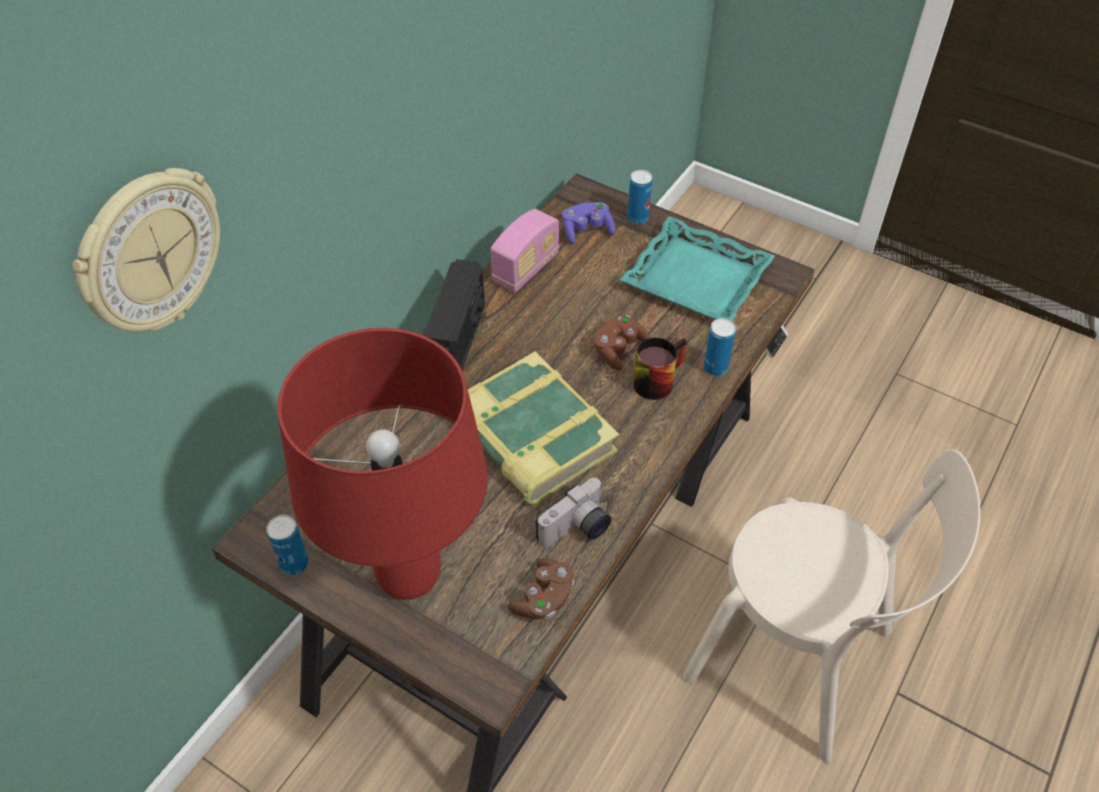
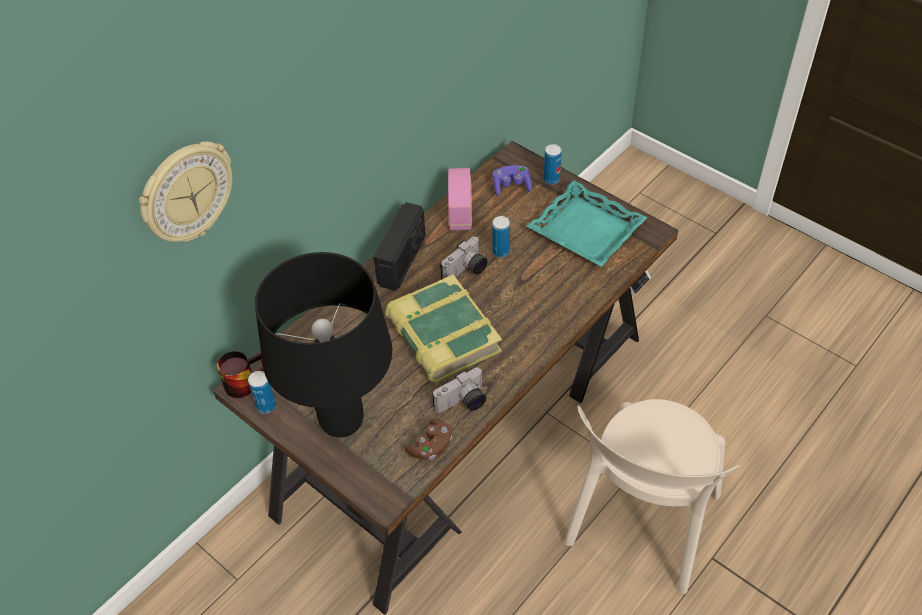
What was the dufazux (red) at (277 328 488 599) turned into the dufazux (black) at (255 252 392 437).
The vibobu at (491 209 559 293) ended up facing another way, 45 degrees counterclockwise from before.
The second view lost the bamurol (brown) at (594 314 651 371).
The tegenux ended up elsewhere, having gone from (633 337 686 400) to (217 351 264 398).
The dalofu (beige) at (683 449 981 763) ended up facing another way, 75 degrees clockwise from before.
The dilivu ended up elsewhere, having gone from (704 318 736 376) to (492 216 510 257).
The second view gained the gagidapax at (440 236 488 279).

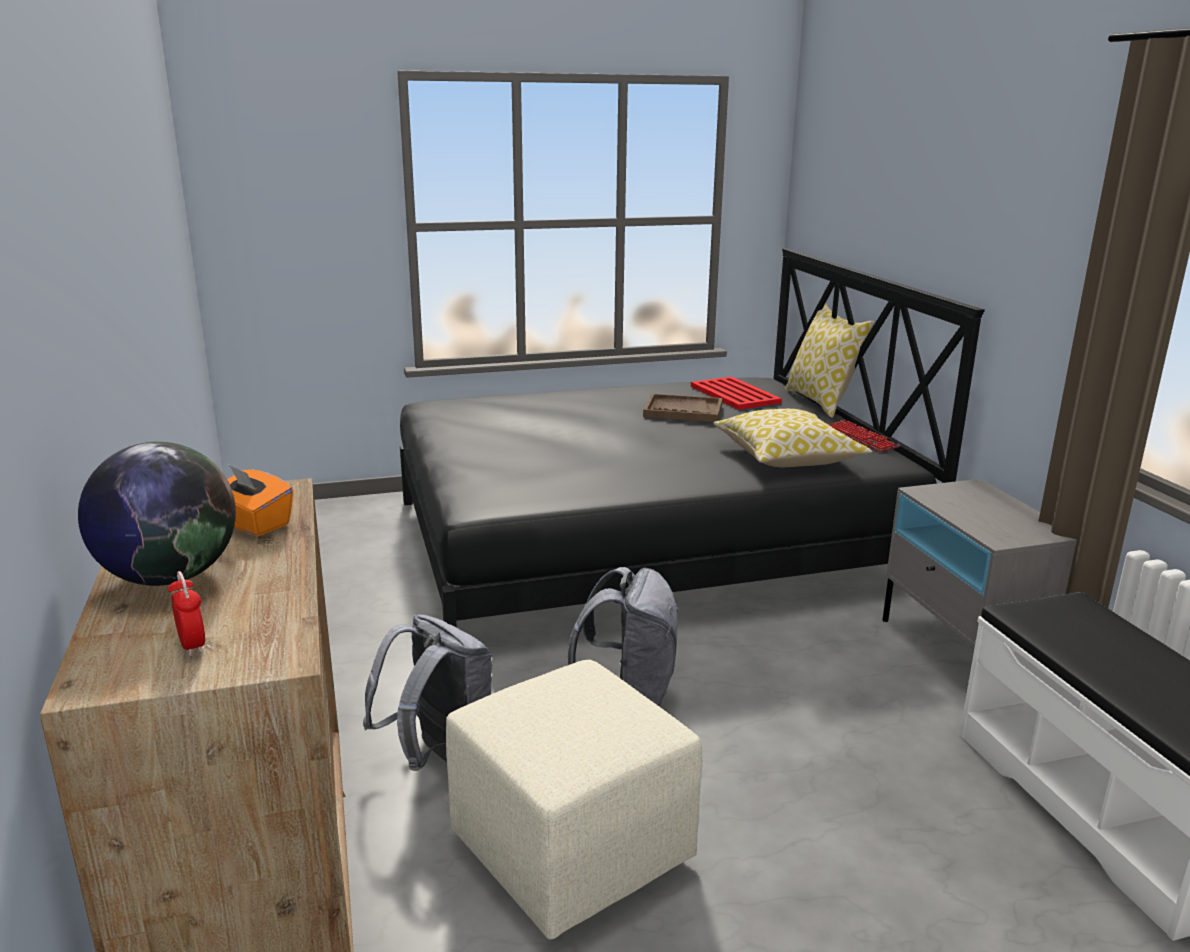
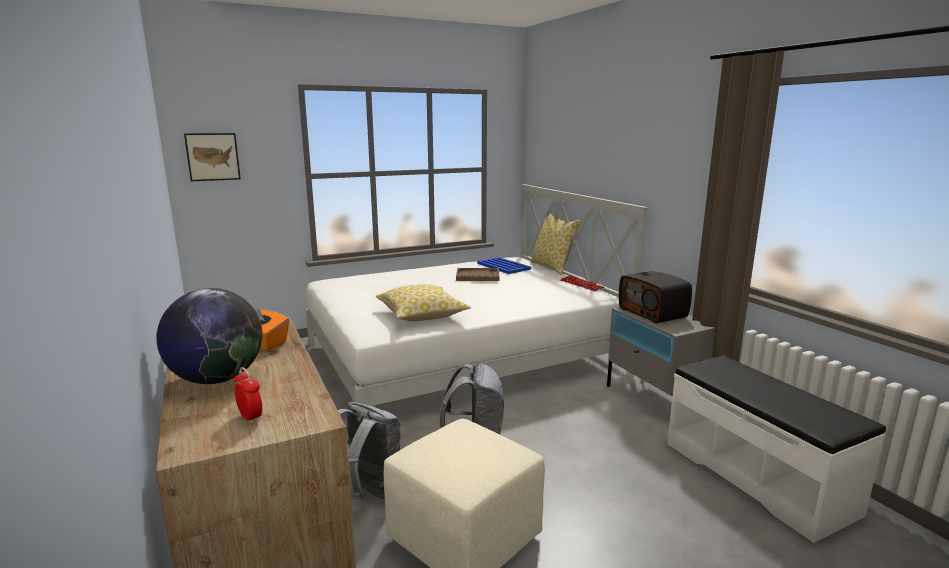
What was the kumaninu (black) at (400 248 985 628) turned into the kumaninu (white) at (306 184 648 406).
What was the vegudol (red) at (691 377 782 410) turned into the vegudol (blue) at (477 257 531 274).
The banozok ended up elsewhere, having gone from (713 409 872 467) to (375 284 471 321).
The second view gained the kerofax at (184 133 241 181).
The second view gained the vibobu at (619 271 692 323).

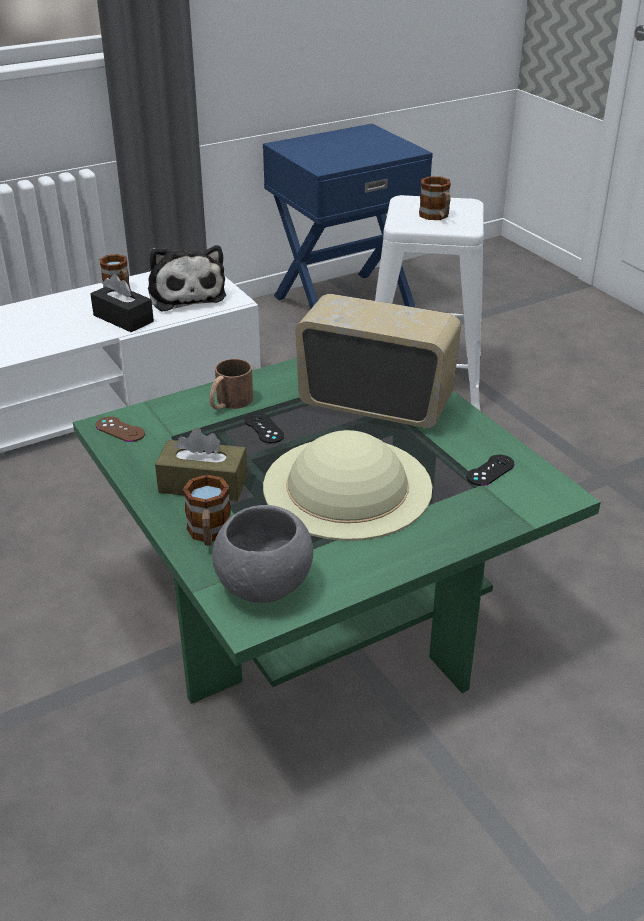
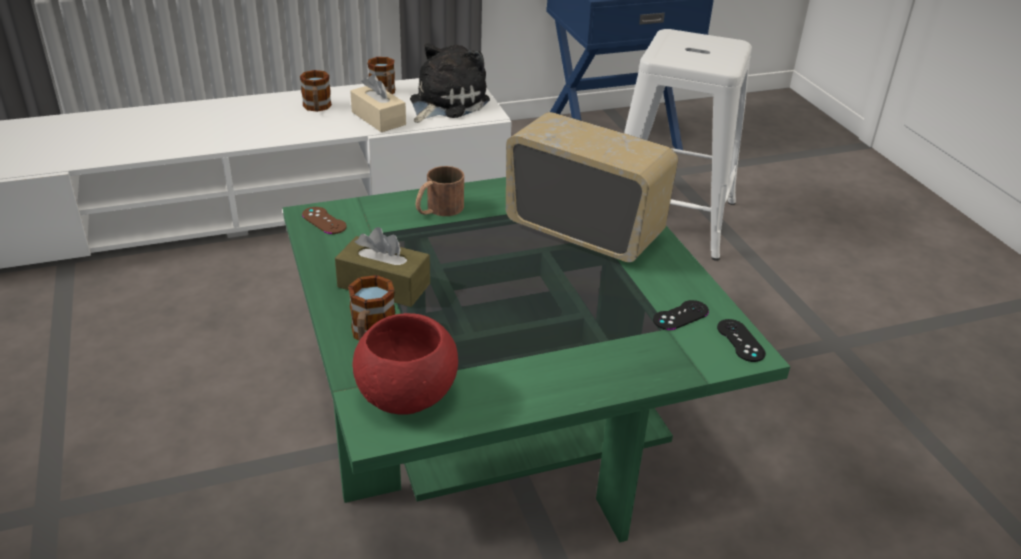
What was the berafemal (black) at (90 274 154 332) turned into the berafemal (beige) at (350 74 406 132).
The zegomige at (148 245 226 311) ended up facing another way, 135 degrees counterclockwise from before.
What was the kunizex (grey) at (212 505 313 603) turned into the kunizex (red) at (352 313 458 415).
The bamurol (black) ended up elsewhere, having gone from (245 413 284 443) to (717 319 766 362).
The second view lost the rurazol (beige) at (263 430 432 541).
The tegenux ended up elsewhere, having gone from (419 176 451 220) to (300 70 332 112).

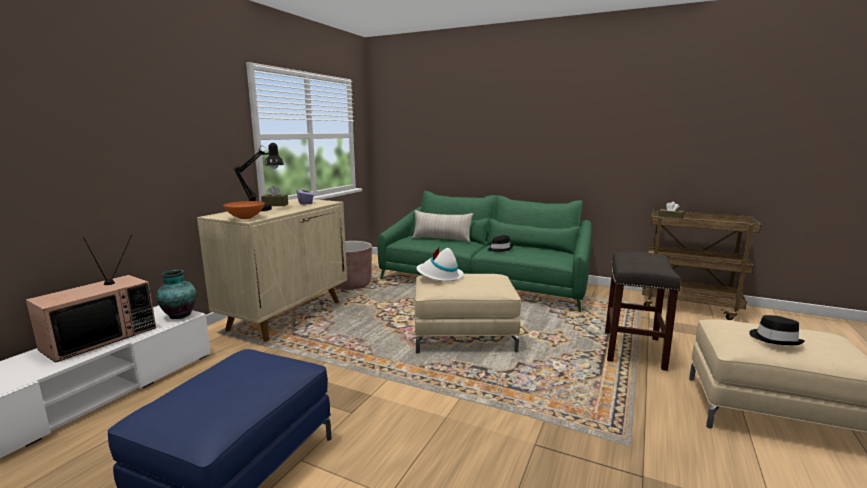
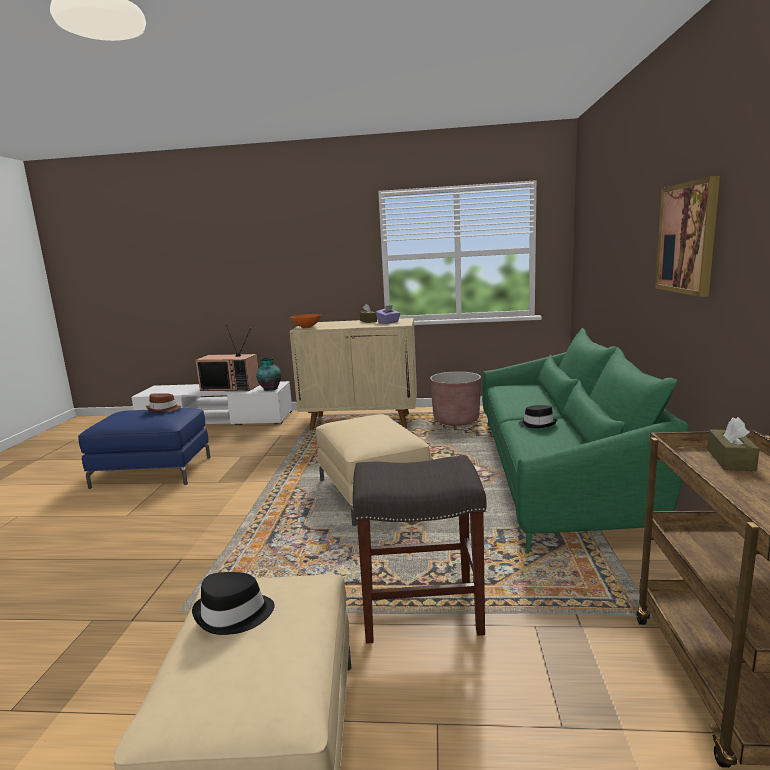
The second view lost the dufazux (black) at (234 143 284 212).
The second view lost the banozok (beige) at (412 210 473 243).
The second view lost the rurazol (white) at (417 248 464 281).
The second view gained the rurazol (brown) at (146 393 181 412).
The second view gained the kerofax at (655 176 720 297).

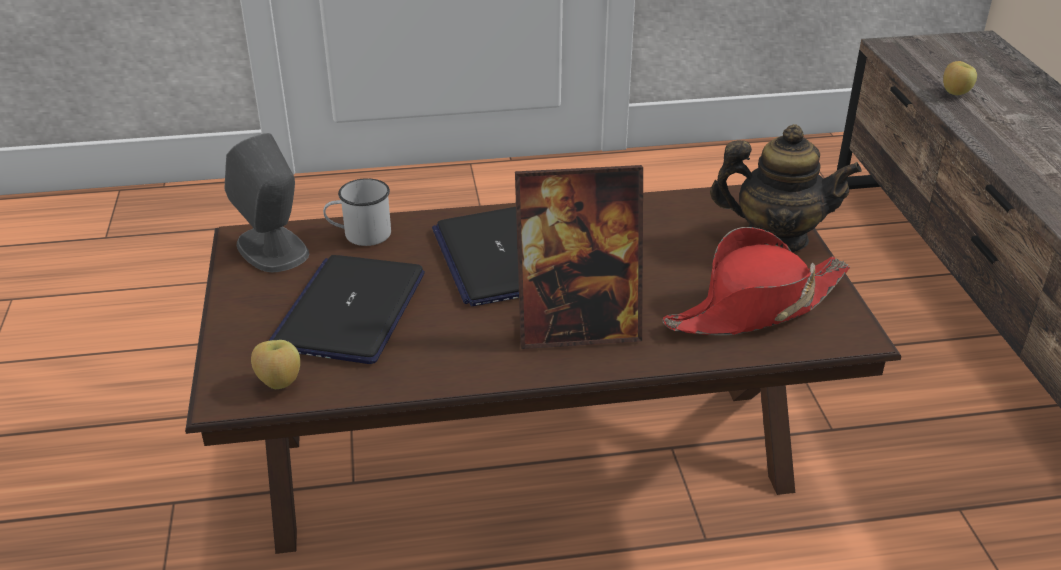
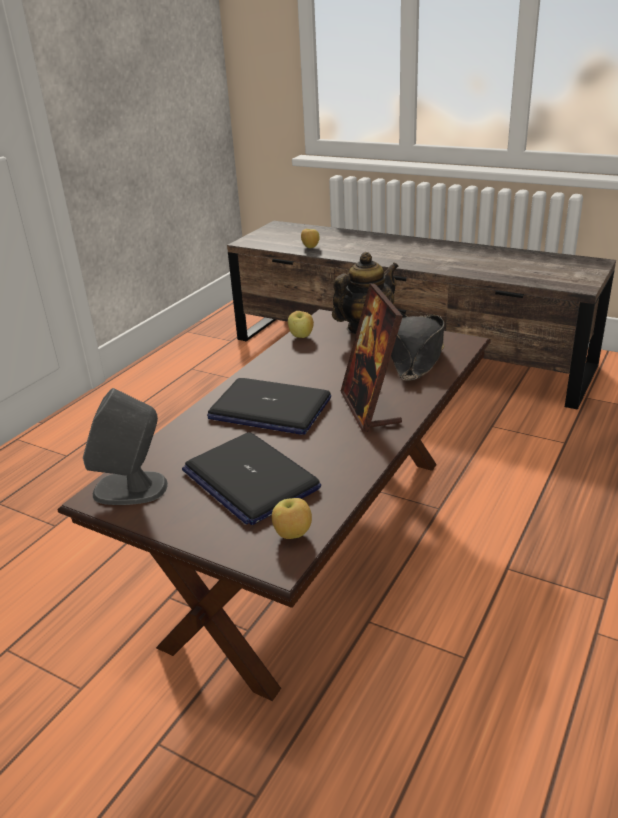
The second view lost the tegenux (white) at (323 178 391 246).
The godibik at (515 165 643 349) ended up facing another way, 135 degrees clockwise from before.
What was the rurazol (red) at (663 227 850 336) turned into the rurazol (black) at (391 311 444 381).
The second view gained the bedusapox at (288 311 314 338).

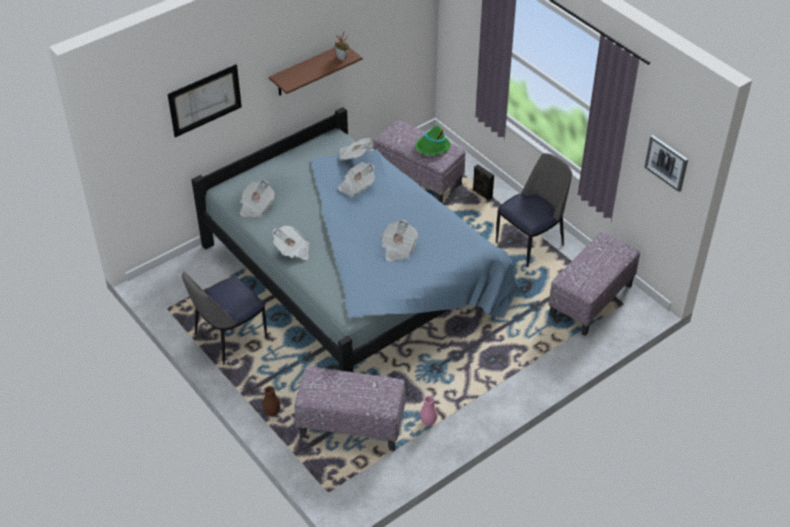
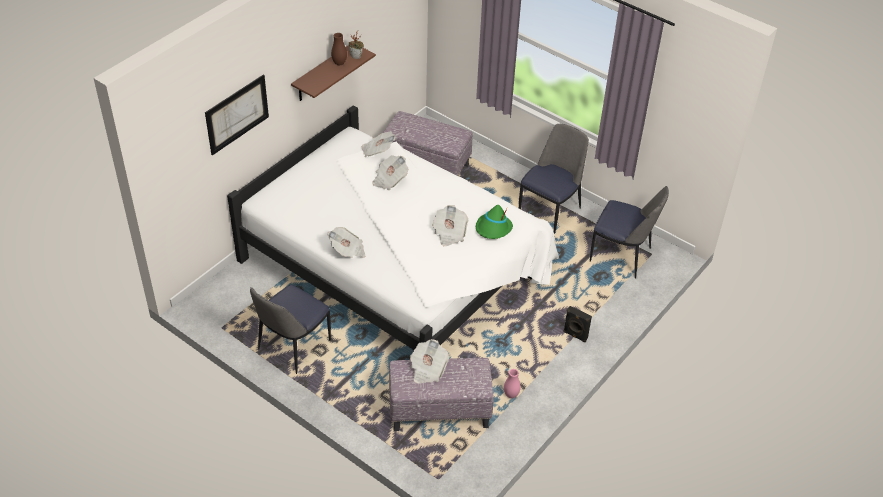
What was the kumaninu (blue) at (192 107 522 372) turned into the kumaninu (white) at (227 106 559 350).
The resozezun ended up elsewhere, having gone from (240 180 275 217) to (410 339 449 384).
The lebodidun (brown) ended up elsewhere, having gone from (263 386 280 416) to (331 33 347 66).
The rurazol (green) ended up elsewhere, having gone from (415 125 451 155) to (476 205 513 239).
The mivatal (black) ended up elsewhere, having gone from (473 165 494 201) to (563 306 592 342).
Where the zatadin stood at (549 232 640 336), the dalofu came to stand at (590 186 669 278).
The second view lost the kerofax at (644 135 688 192).

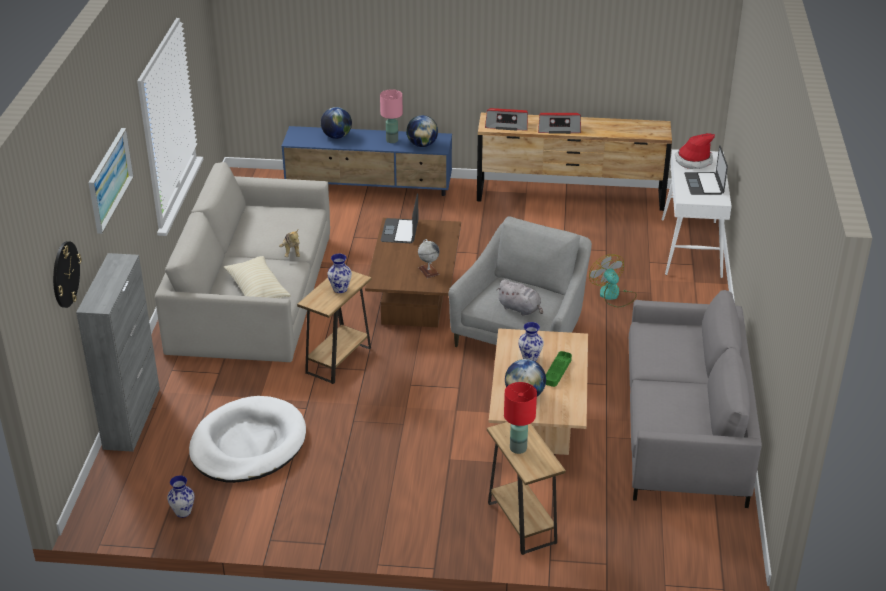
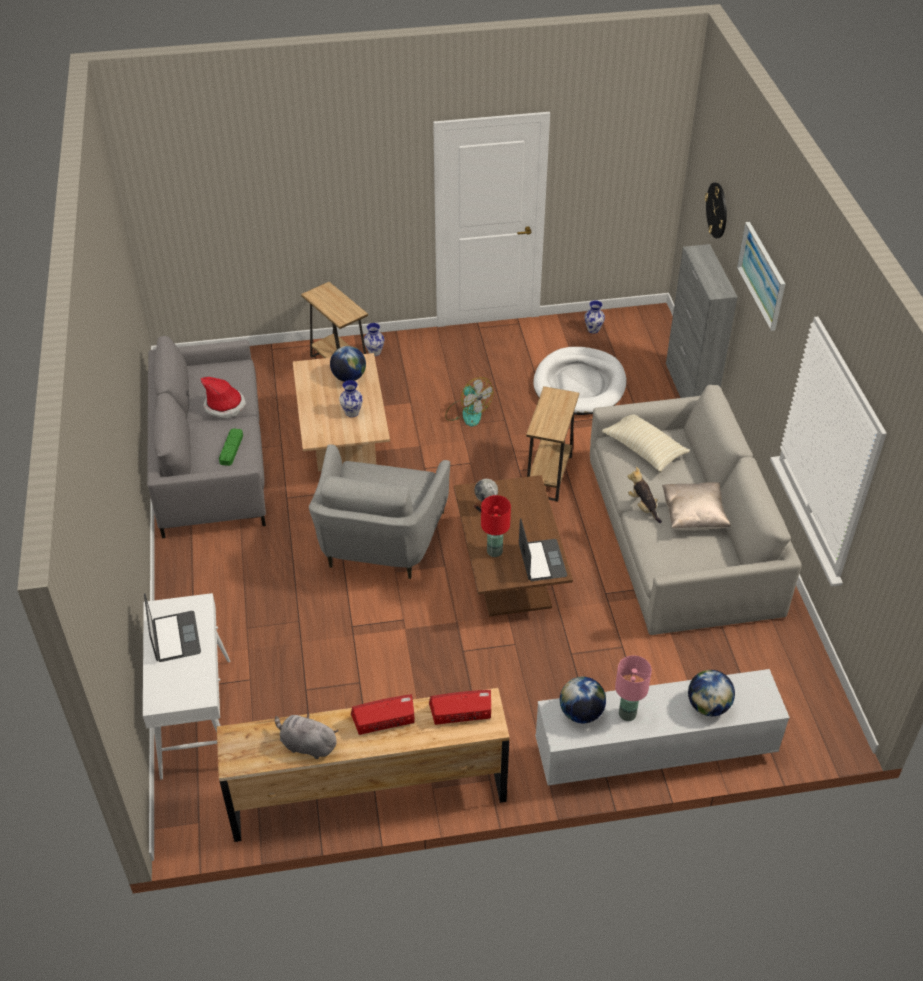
What was the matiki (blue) at (281 126 452 196) turned into the matiki (white) at (535 669 790 785).
The lebodidun ended up elsewhere, having gone from (327 254 352 293) to (364 323 384 356).
The zegomige (grey) ended up elsewhere, having gone from (496 280 543 316) to (275 713 339 759).
The dufazux (red) ended up elsewhere, having gone from (504 382 537 454) to (481 495 511 557).
The vegudol (green) ended up elsewhere, having gone from (546 351 572 387) to (219 428 243 466).
The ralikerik ended up elsewhere, having gone from (589 254 637 307) to (445 377 493 426).
The rurazol ended up elsewhere, having gone from (674 133 715 169) to (201 377 246 419).
The second view gained the banozok (beige) at (662 482 731 531).

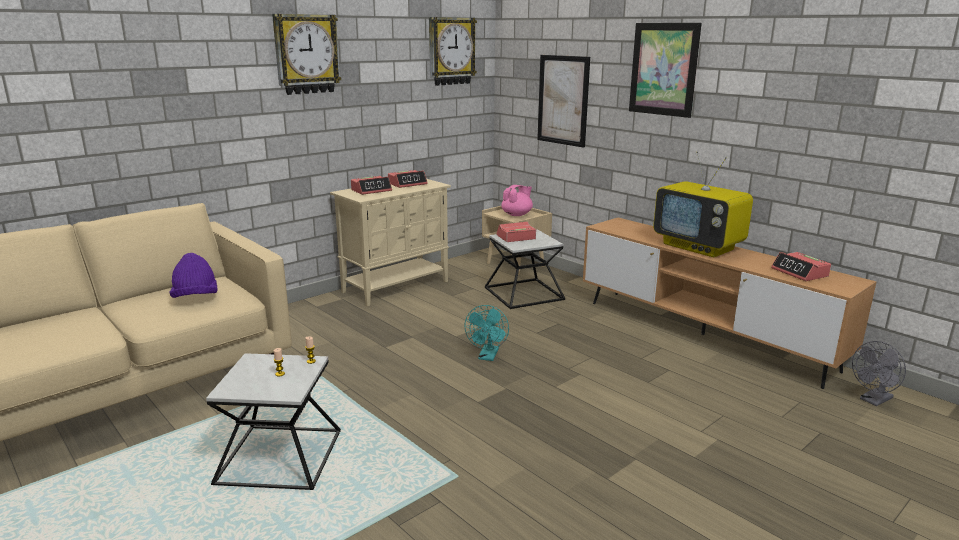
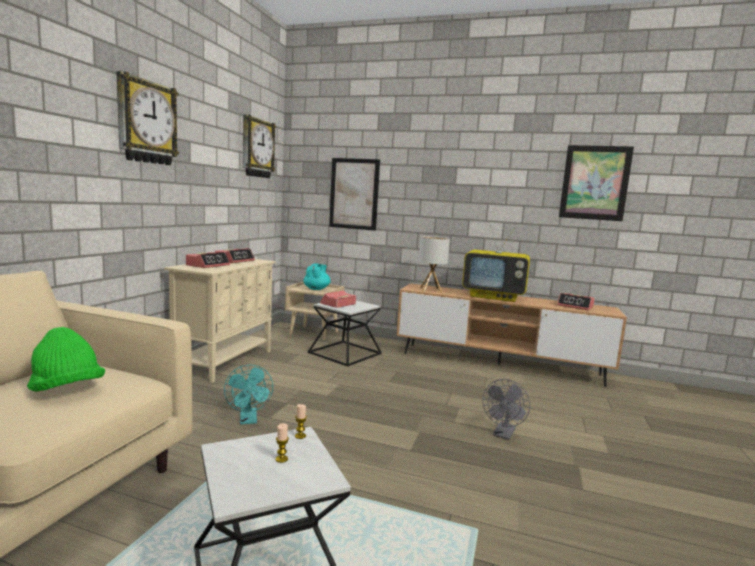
What was the rurazol (purple) at (170 253 218 298) turned into the rurazol (green) at (27 327 105 391).
The ralikerik (turquoise) ended up elsewhere, having gone from (464 305 509 361) to (224 365 273 424).
What was the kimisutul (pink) at (501 185 533 216) turned into the kimisutul (turquoise) at (303 264 331 290).
The kerofax ended up elsewhere, having gone from (629 23 702 118) to (559 145 634 221).
The ralikerik (grey) ended up elsewhere, having gone from (852 341 906 406) to (482 379 530 440).
The second view gained the dufazux at (419 236 450 292).

